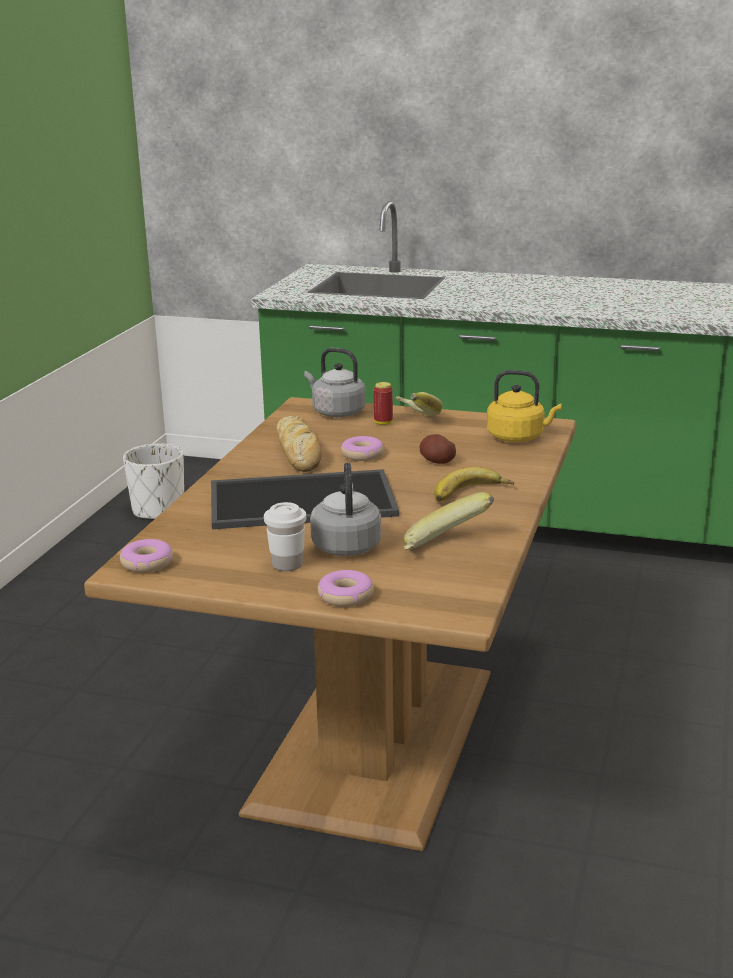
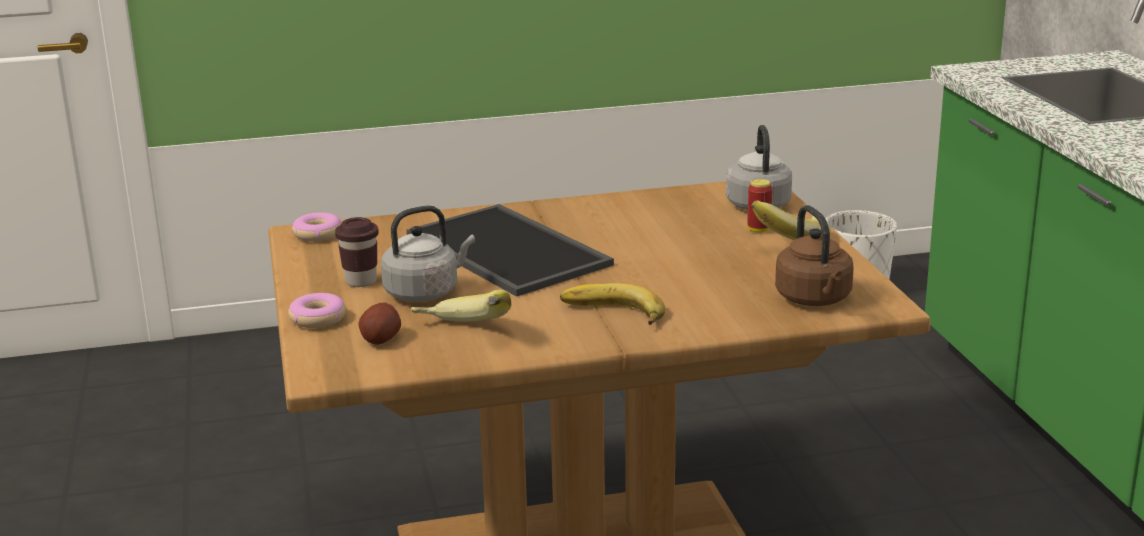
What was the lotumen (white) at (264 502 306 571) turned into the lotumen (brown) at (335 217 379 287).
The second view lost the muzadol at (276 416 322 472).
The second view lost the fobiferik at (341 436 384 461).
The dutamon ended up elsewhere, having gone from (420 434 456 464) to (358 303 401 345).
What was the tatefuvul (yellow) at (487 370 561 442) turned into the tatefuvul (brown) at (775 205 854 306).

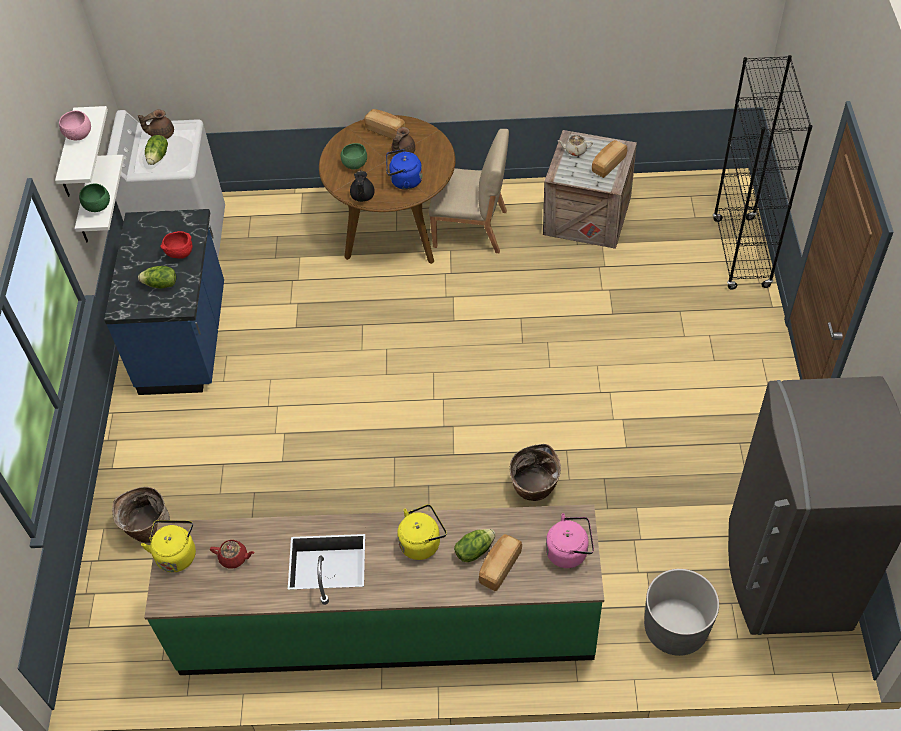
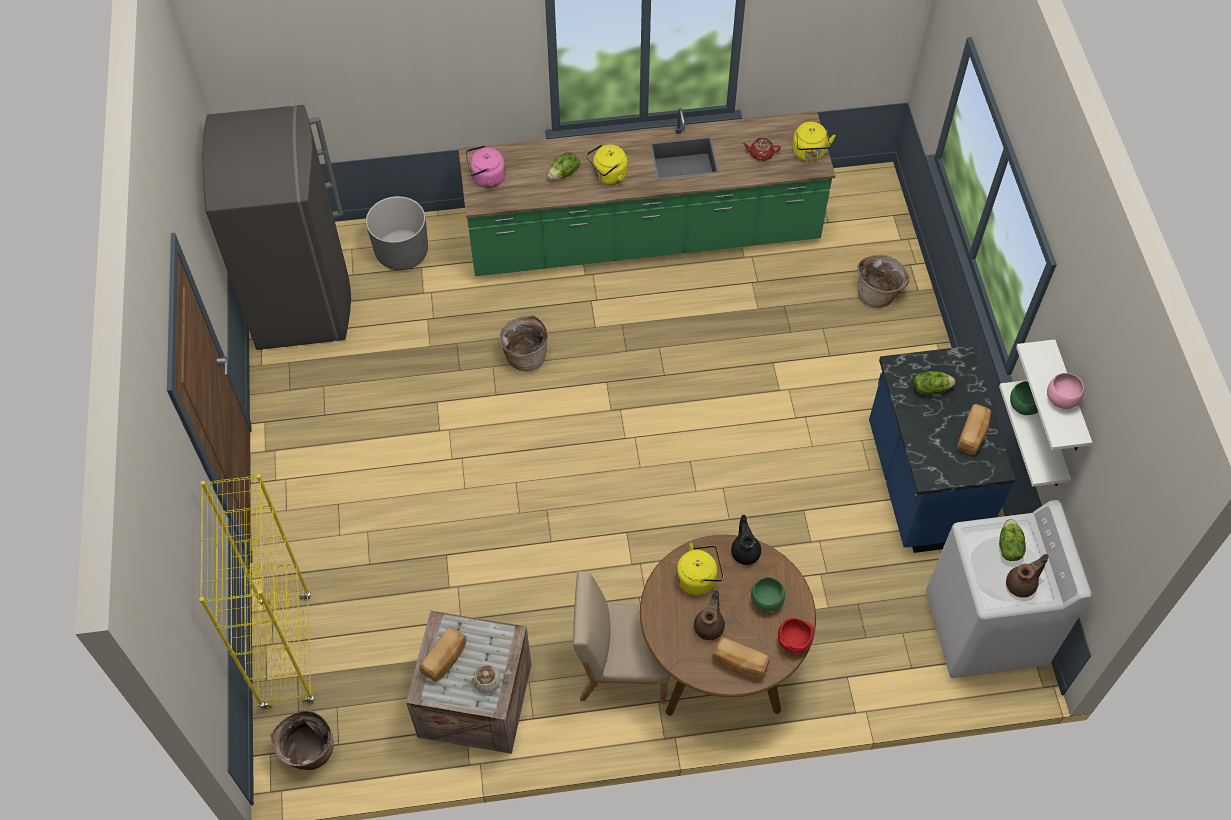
The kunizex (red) ended up elsewhere, having gone from (160 231 192 258) to (778 618 814 653).
What was the tatefuvul (blue) at (386 149 423 190) turned into the tatefuvul (yellow) at (676 542 724 595).
The muzadol ended up elsewhere, having gone from (479 534 522 591) to (957 404 991 455).
What was the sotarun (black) at (713 55 813 290) turned into the sotarun (yellow) at (199 474 315 710).
The second view gained the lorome at (270 710 334 770).

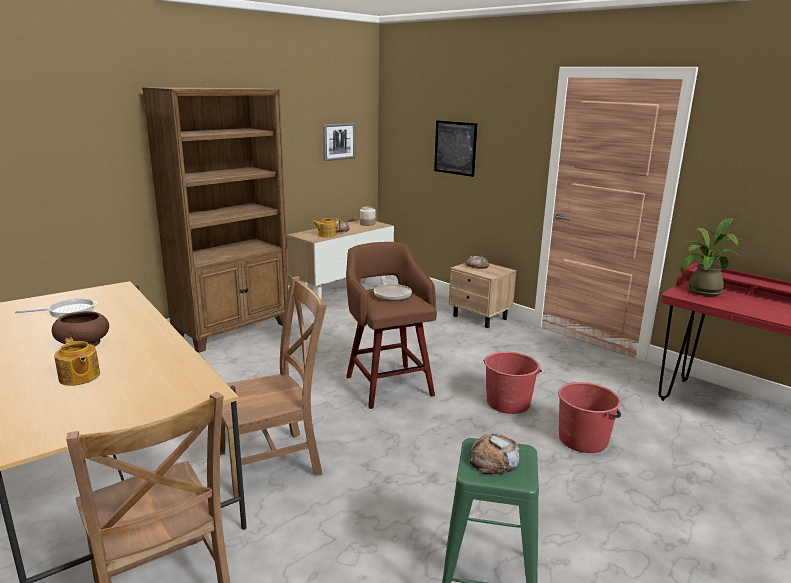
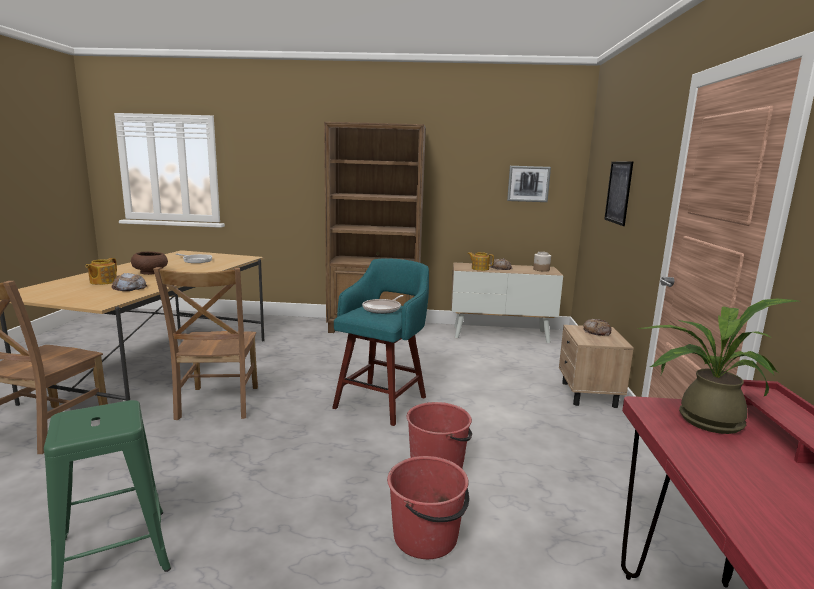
The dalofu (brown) at (220 276 327 497) ended up facing another way, 60 degrees clockwise from before.
What was the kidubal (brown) at (346 242 437 409) turned into the kidubal (turquoise) at (332 258 429 426).
The muzadol ended up elsewhere, having gone from (470 434 520 474) to (111 273 147 291).

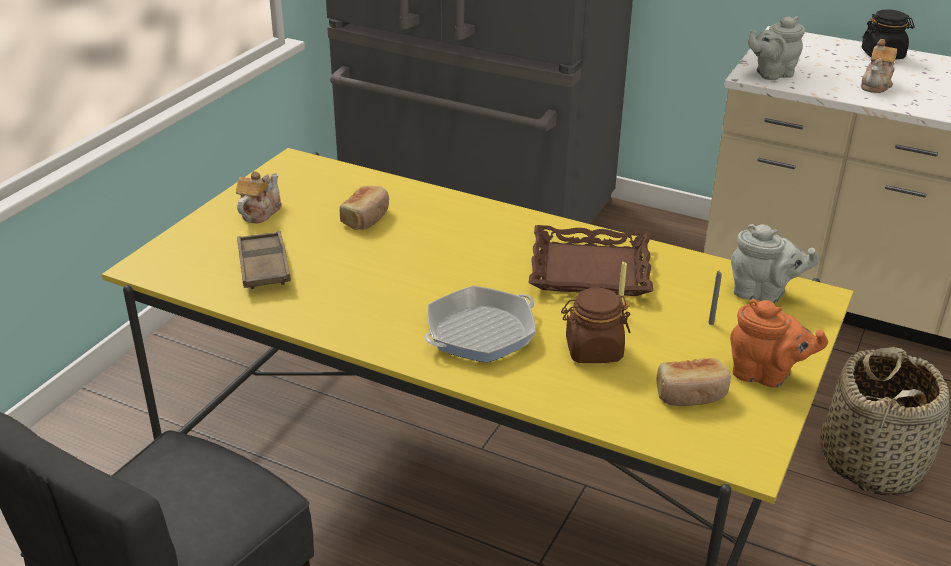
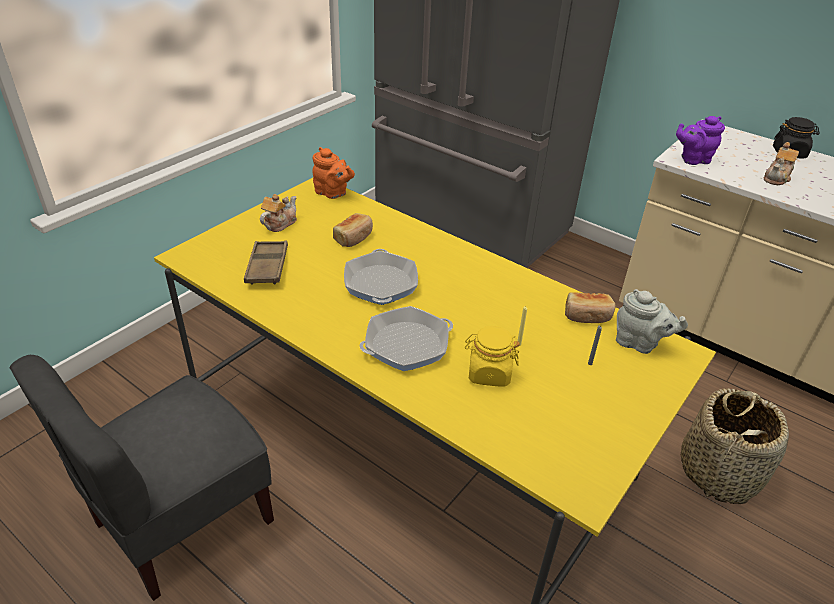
The second view lost the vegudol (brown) at (529 225 653 296).
What was the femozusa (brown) at (561 288 631 363) turned into the femozusa (yellow) at (465 326 520 387).
The muzadol ended up elsewhere, having gone from (656 358 731 406) to (565 292 616 323).
The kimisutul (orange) ended up elsewhere, having gone from (730 299 828 388) to (312 147 355 199).
What was the kimisutul (grey) at (748 16 805 80) turned into the kimisutul (purple) at (676 116 725 165).
The second view gained the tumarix at (344 249 418 305).

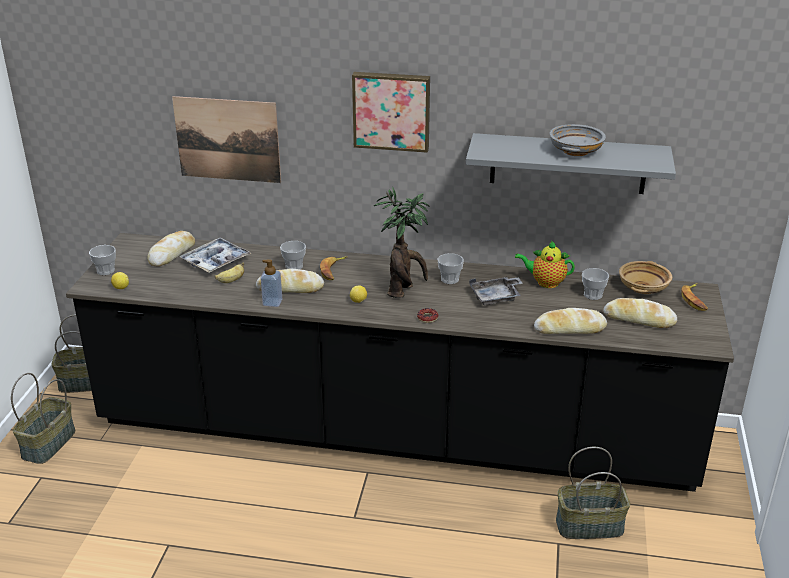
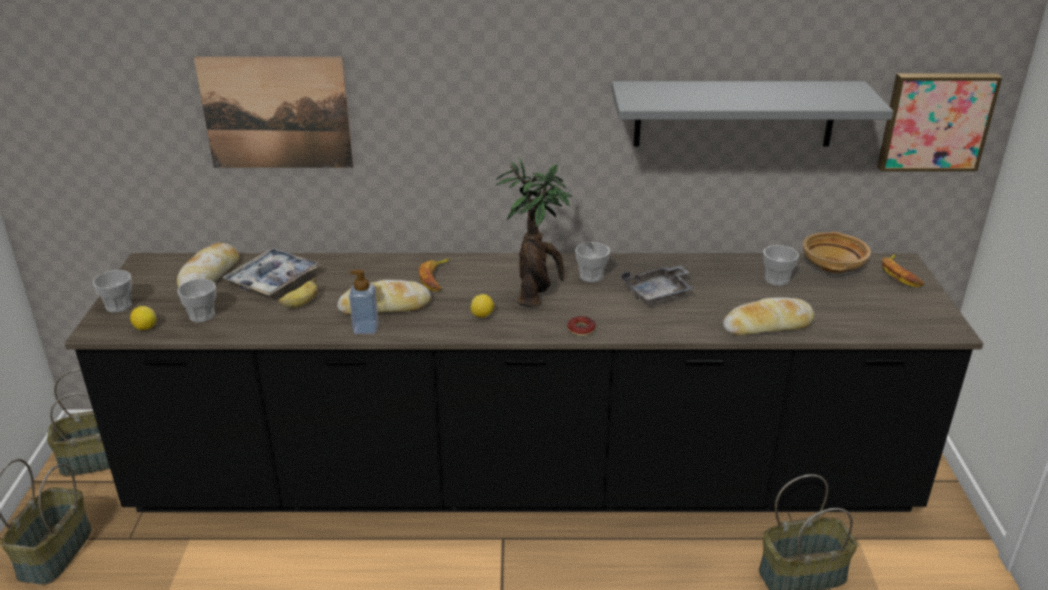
The lotumen ended up elsewhere, having gone from (280 241 306 269) to (177 279 216 322).
The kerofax ended up elsewhere, having gone from (352 72 430 153) to (877 73 1003 172).
The second view lost the kimisutul at (515 240 575 288).
The second view lost the kunizex (grey) at (550 124 606 156).
The second view lost the muzadol at (603 298 677 328).

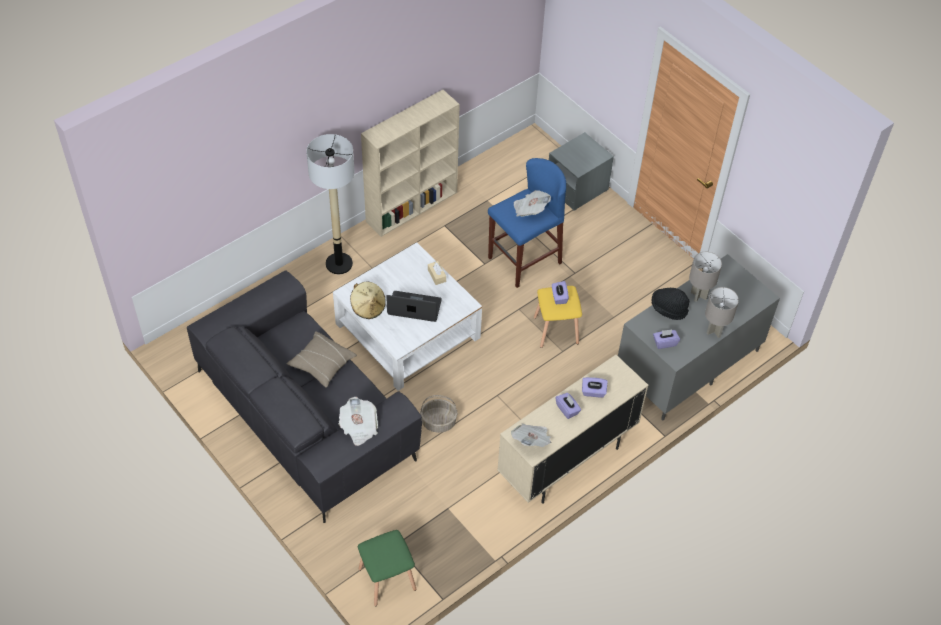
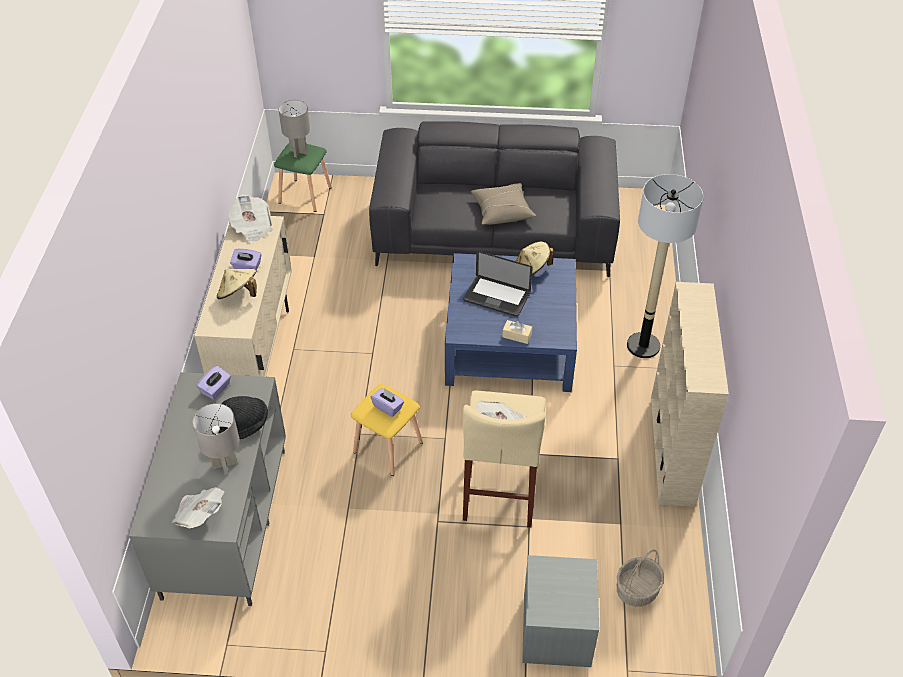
What was the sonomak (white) at (333 242 482 391) turned into the sonomak (blue) at (445 253 577 392).
The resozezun ended up elsewhere, having gone from (339 397 378 446) to (172 487 224 528).
The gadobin at (386 291 442 322) ended up facing another way, 60 degrees clockwise from before.
The lorome ended up elsewhere, having gone from (420 395 458 433) to (617 549 664 607).
What was the kidubal (blue) at (488 158 566 288) turned into the kidubal (beige) at (463 391 546 527).
Where the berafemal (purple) stood at (582 377 608 398), the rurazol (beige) came to stand at (217 269 257 299).
The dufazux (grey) ended up elsewhere, having gone from (705 287 739 338) to (279 100 310 157).

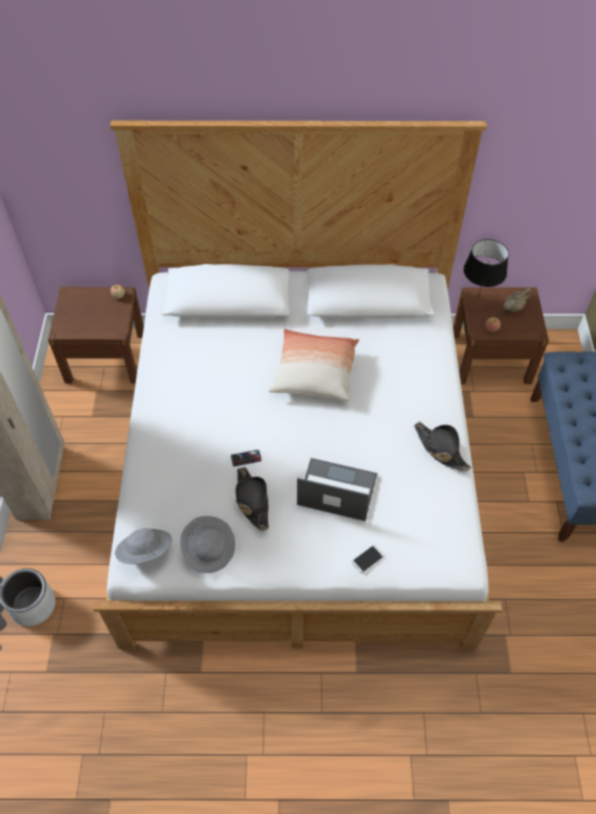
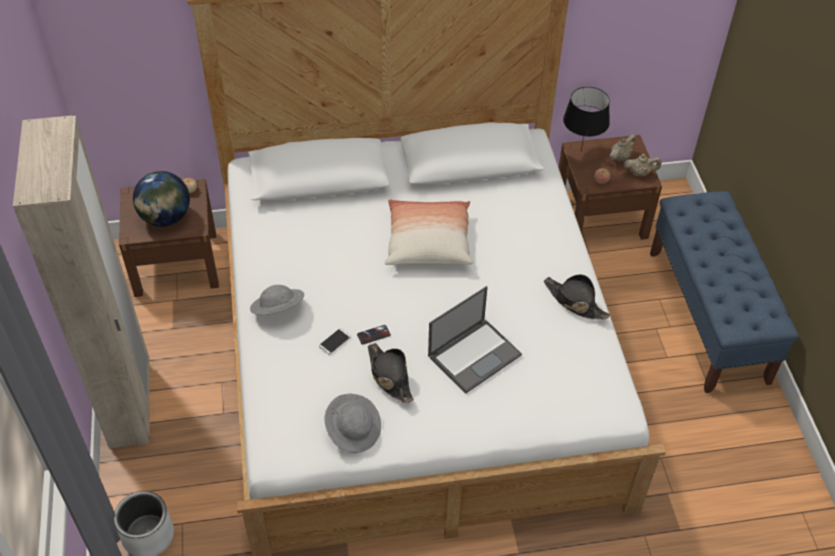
The rurazol (grey) ended up elsewhere, having gone from (115 528 172 564) to (250 285 304 315).
The gadobin at (297 458 377 521) ended up facing another way, 135 degrees clockwise from before.
The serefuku ended up elsewhere, having gone from (352 545 384 573) to (319 328 351 355).
The second view gained the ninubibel at (133 171 190 227).
The second view gained the kimisutul (beige) at (624 154 661 177).

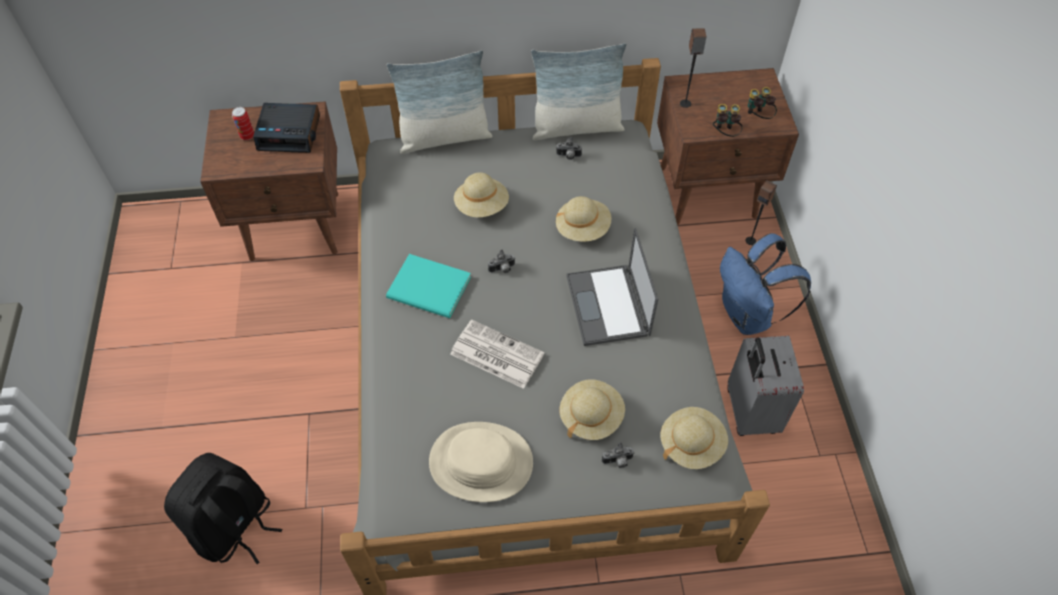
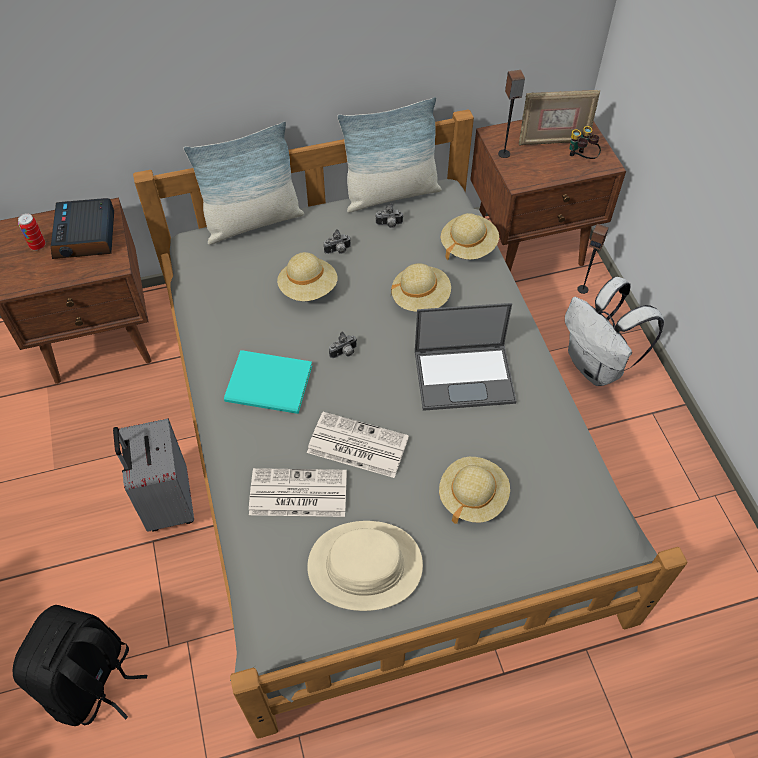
The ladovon at (253 103 320 153) ended up facing another way, 90 degrees clockwise from before.
The gadobin at (566 228 658 346) ended up facing another way, 75 degrees counterclockwise from before.
The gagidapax ended up elsewhere, having gone from (602 442 634 468) to (324 229 351 254).
The rurazol (beige) ended up elsewhere, having gone from (660 407 728 469) to (441 213 499 260).
The second view lost the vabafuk at (713 104 743 137).
What was the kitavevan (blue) at (720 233 811 335) turned into the kitavevan (white) at (565 277 664 386).
The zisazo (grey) ended up elsewhere, having gone from (727 336 804 436) to (113 418 194 532).
The second view gained the resozezun at (249 468 347 517).
The second view gained the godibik at (519 90 600 145).

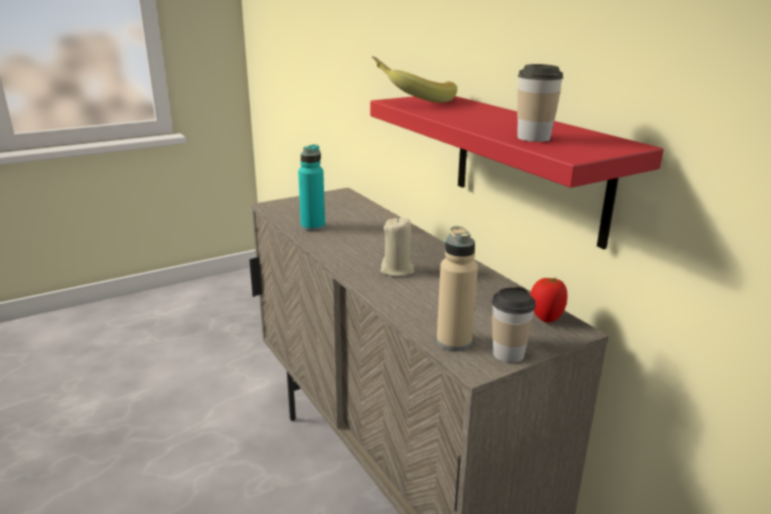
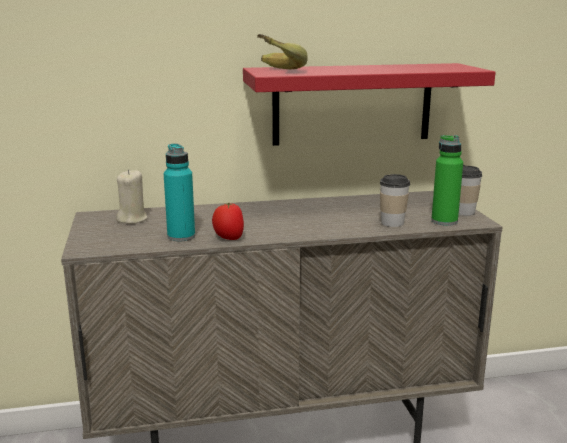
The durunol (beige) ended up elsewhere, having gone from (380 217 415 277) to (116 169 147 224).
What was the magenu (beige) at (437 226 478 351) turned into the magenu (green) at (431 135 463 226).
The lotumen ended up elsewhere, having gone from (517 64 563 142) to (380 174 410 227).
The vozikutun ended up elsewhere, having gone from (530 277 567 323) to (212 203 244 240).

